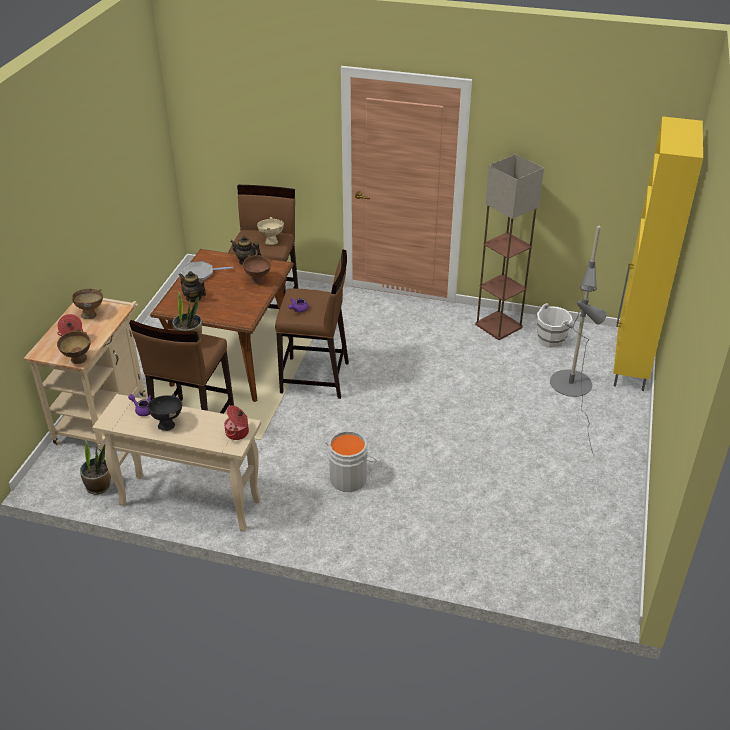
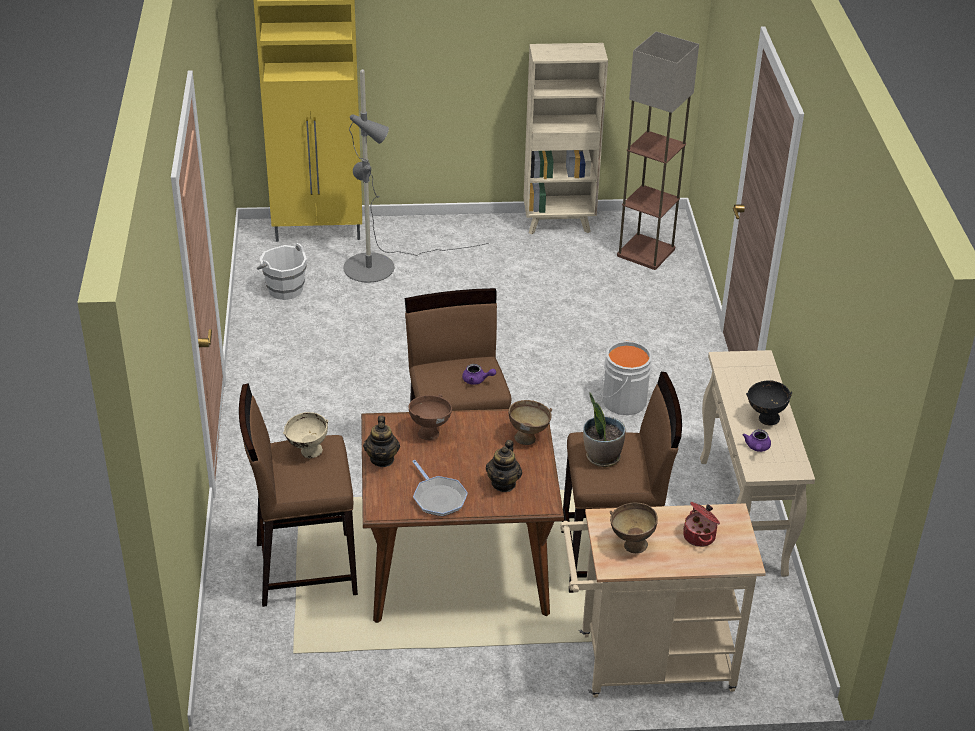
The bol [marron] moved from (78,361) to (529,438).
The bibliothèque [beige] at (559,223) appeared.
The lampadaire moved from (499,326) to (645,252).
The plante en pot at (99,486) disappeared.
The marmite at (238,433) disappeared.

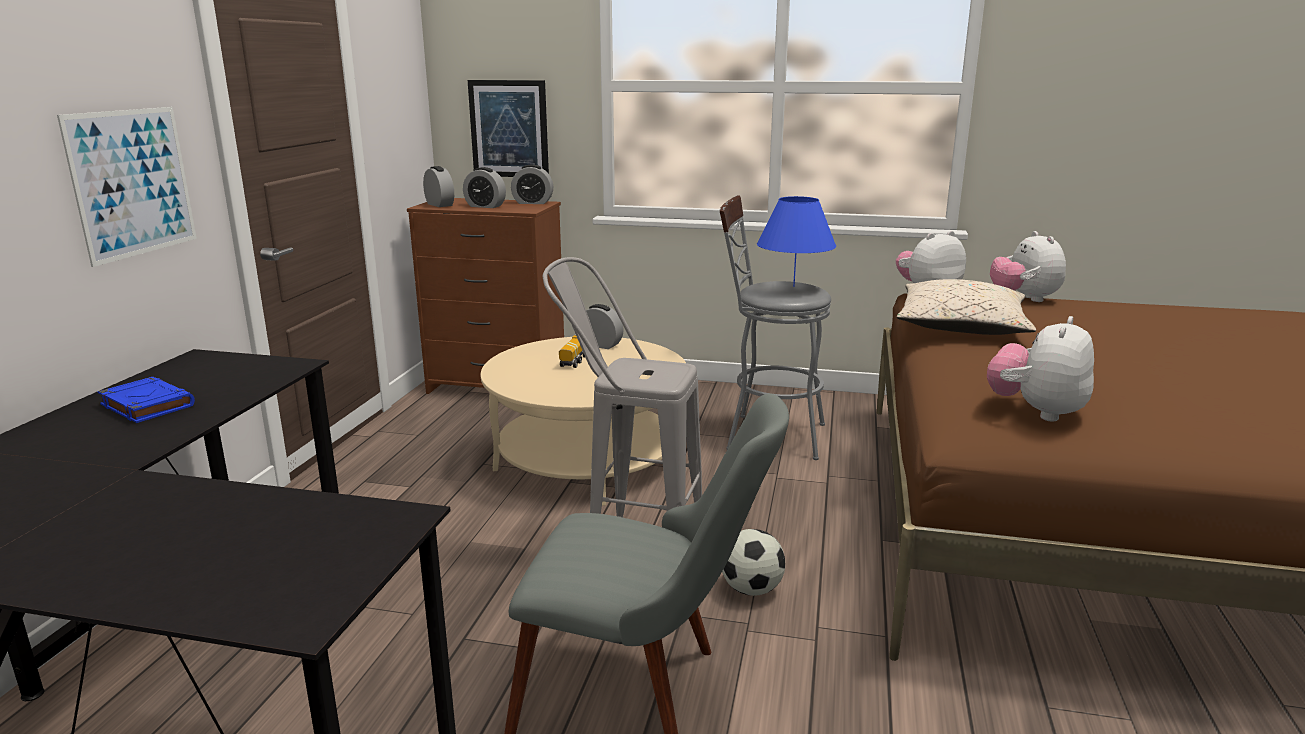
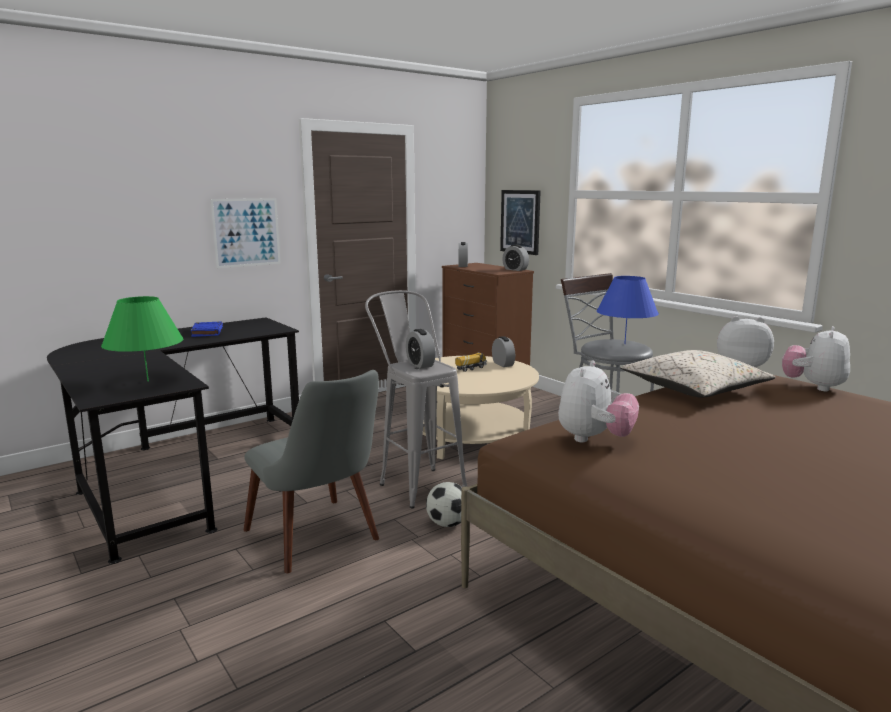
The lampe de table [vert] at (148,381) appeared.
The réveil moved from (485,206) to (420,364).
The peluche at (1036,412) turned 135 degrees clockwise.

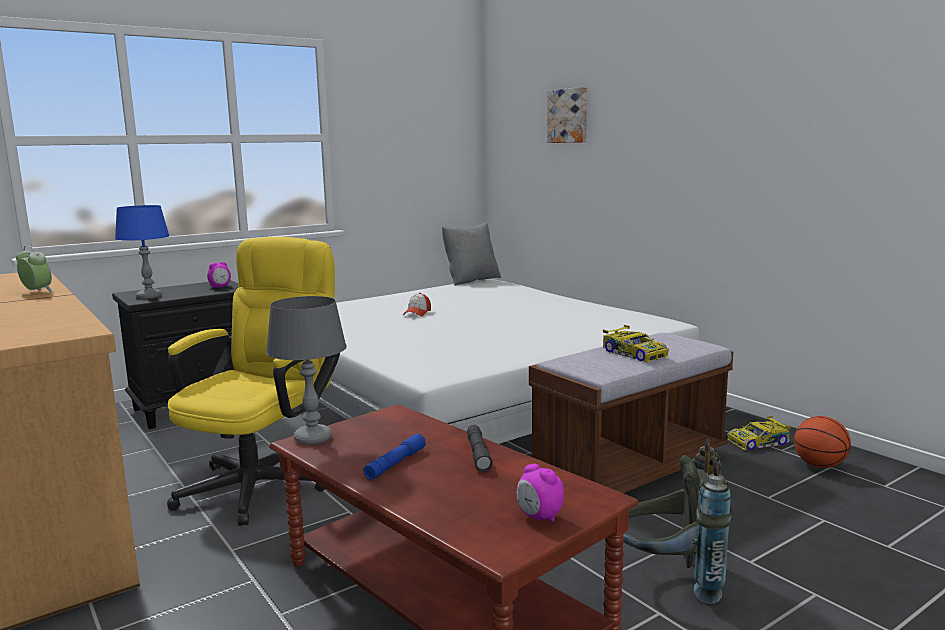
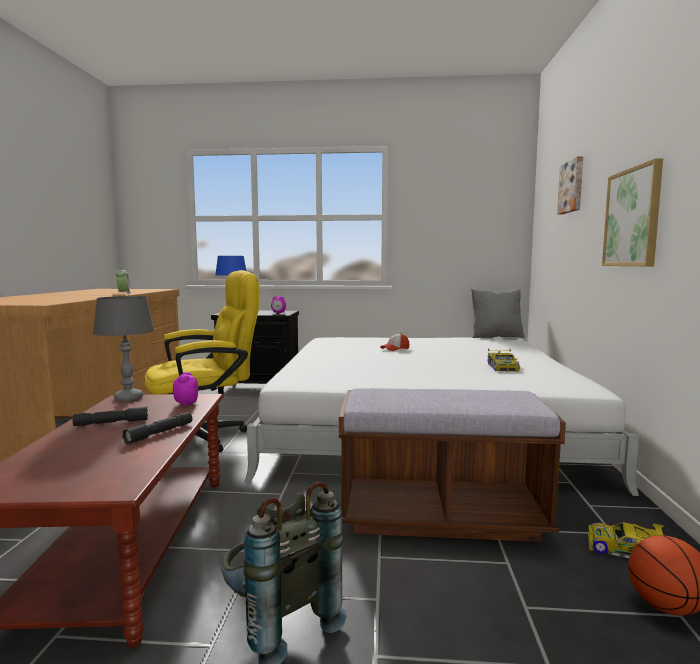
The lampe de poche [bleu] at (395,464) became the lampe de poche [gris] at (111,423).
The réveil moved from (539,517) to (186,404).
The petite voiture moved from (634,353) to (502,367).
The tableau at (633,217) appeared.

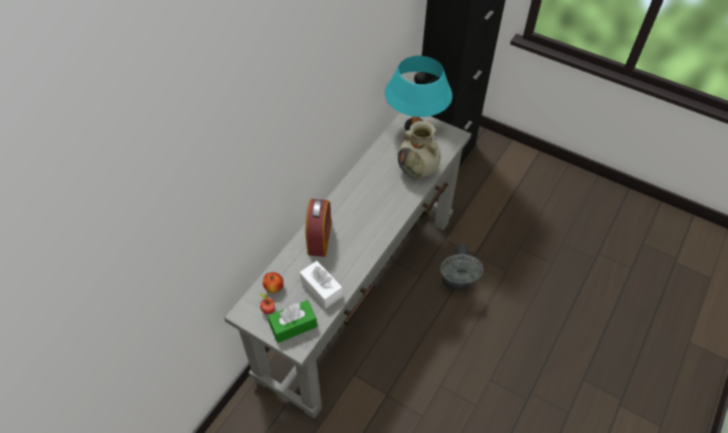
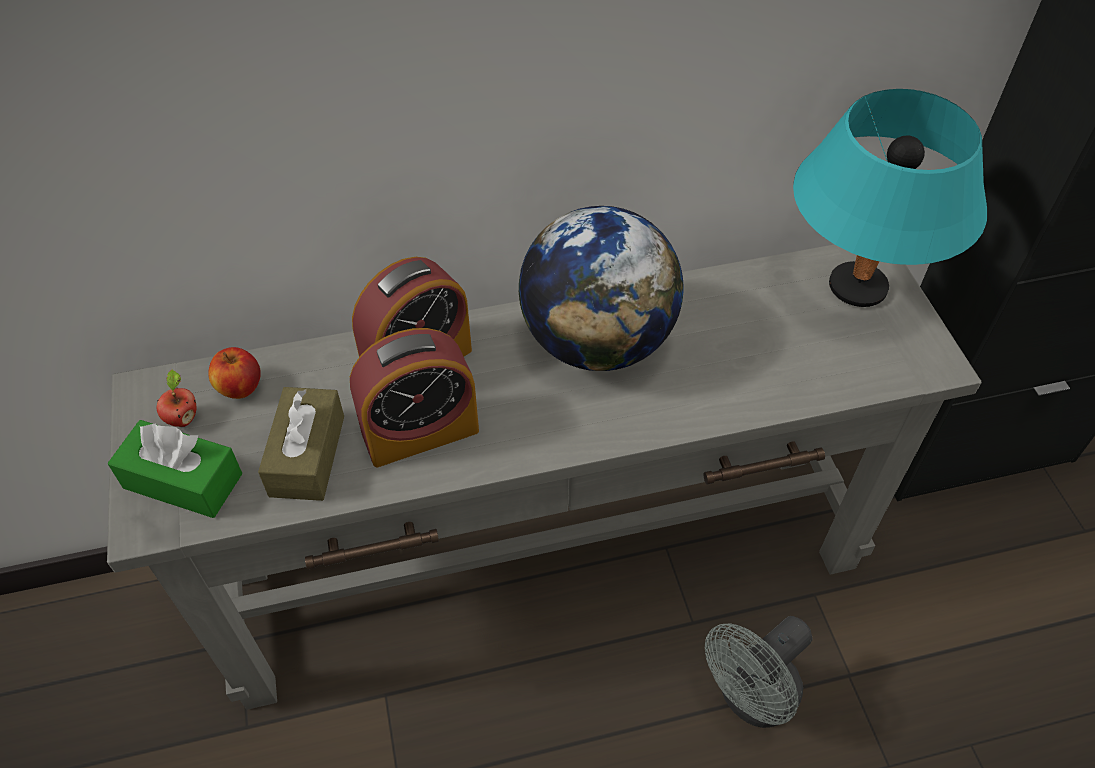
The boîte à mouchoirs [blanc] at (321,289) became the boîte à mouchoirs [marron] at (307,455).
The réveil at (420,432) appeared.
The globe at (597,342) appeared.
The vase [beige] at (418,171) disappeared.

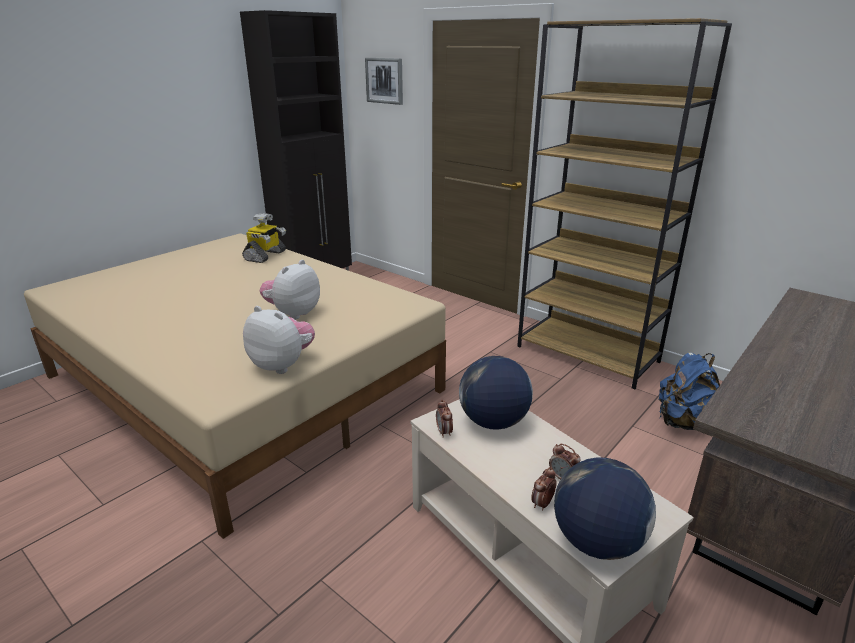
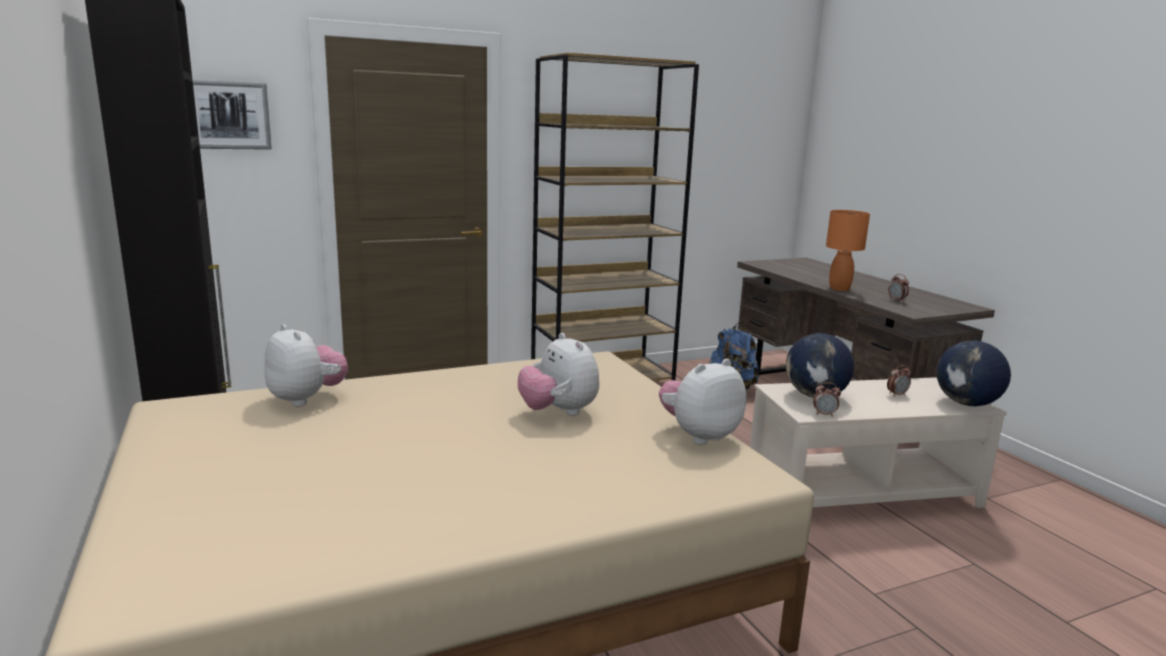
The robot jouet at (265,256) was replaced by the peluche at (307,399).
The lampe de table [orange] at (840,289) appeared.
The réveil moved from (542,504) to (896,300).

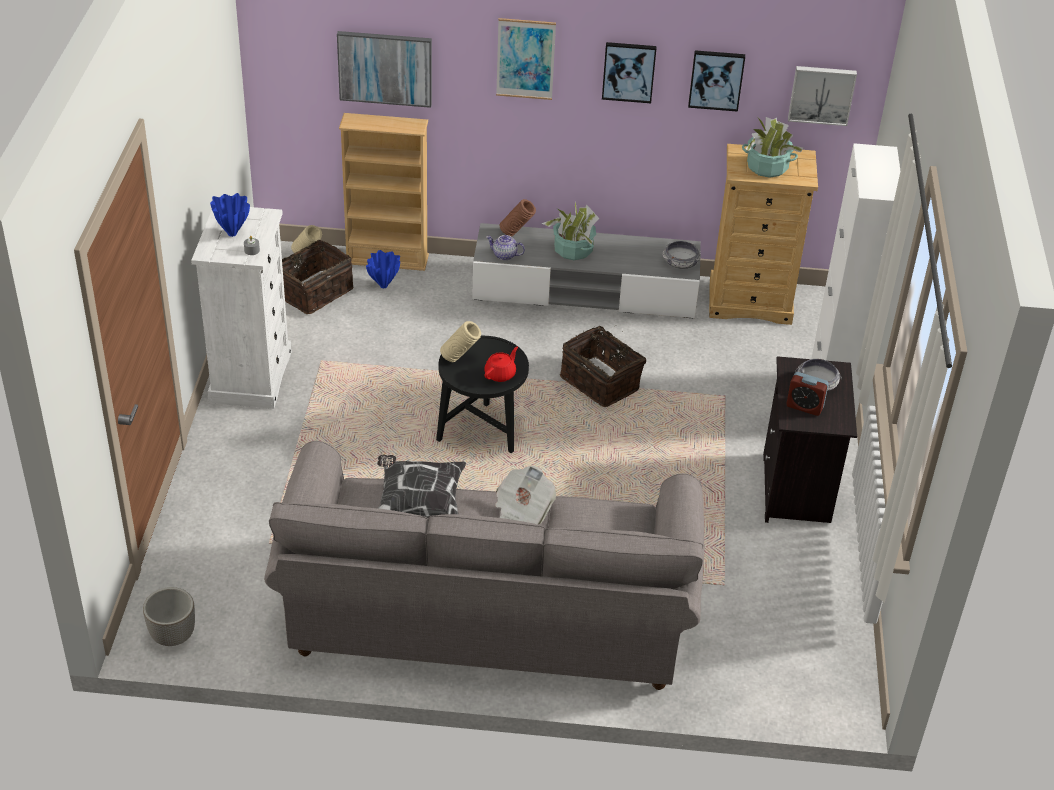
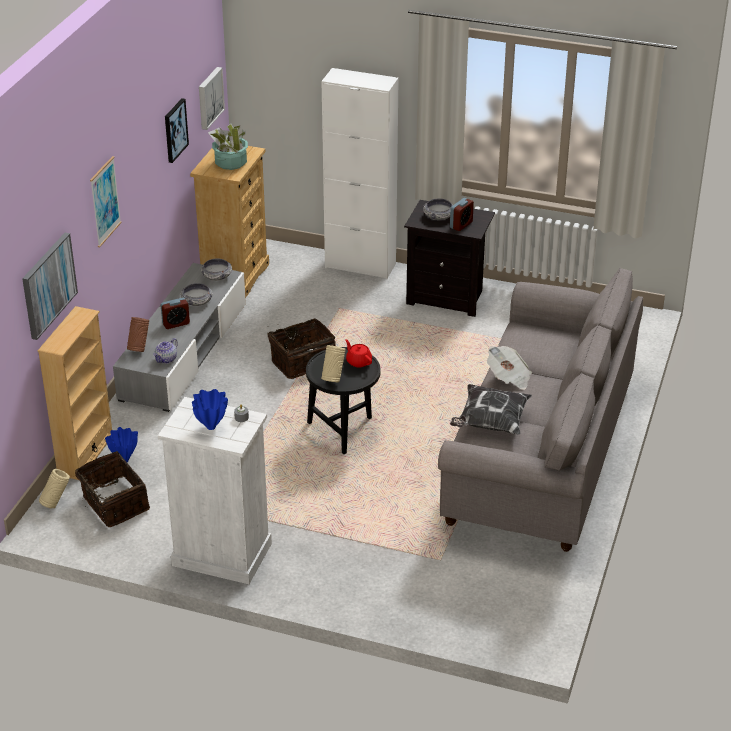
The plante en pot at (573,250) was replaced by the réveil at (176,323).
The bol at (197,301) appeared.
The cache-pot at (172,636) disappeared.
The tableau at (628,71) disappeared.

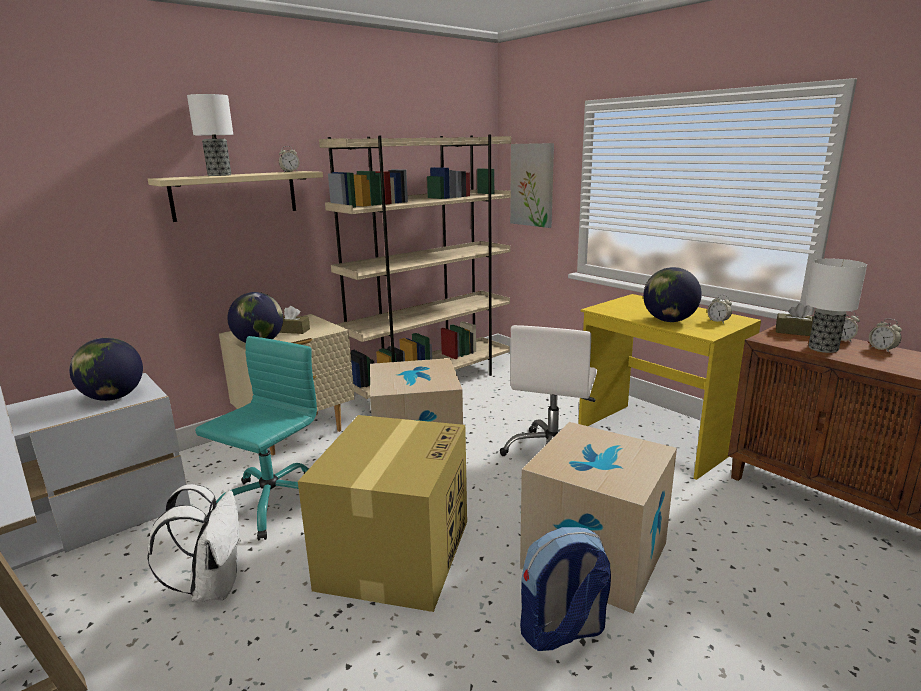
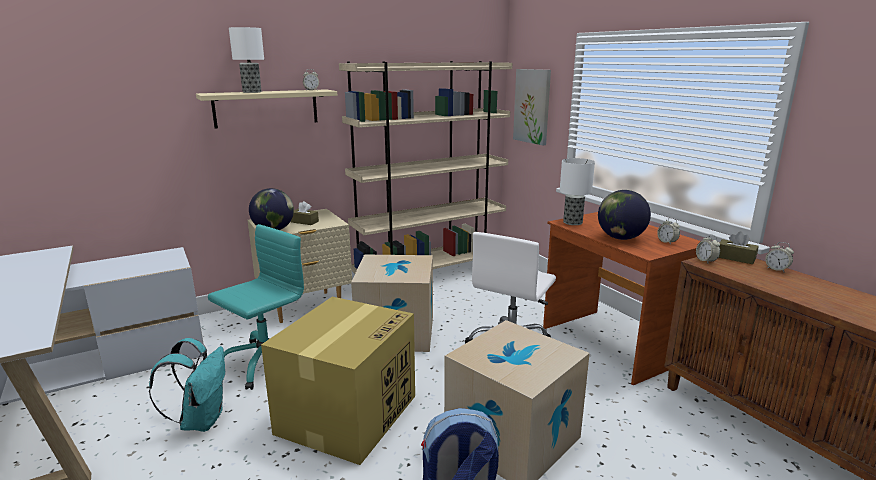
The sac à dos [blanc] at (213,586) became the sac à dos [turquoise] at (201,420).
The bureau [jaune] at (655,438) became the bureau [marron] at (610,344).
The lampe de table moved from (824,348) to (573,222).
The réveil moved from (882,349) to (706,261).
The globe at (113,397) disappeared.

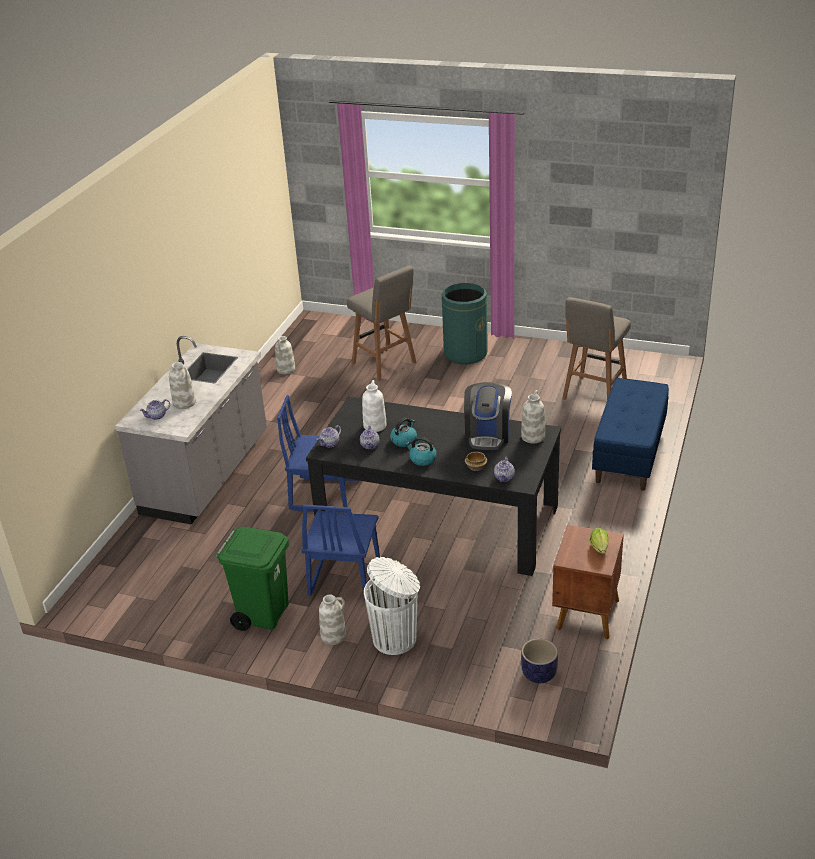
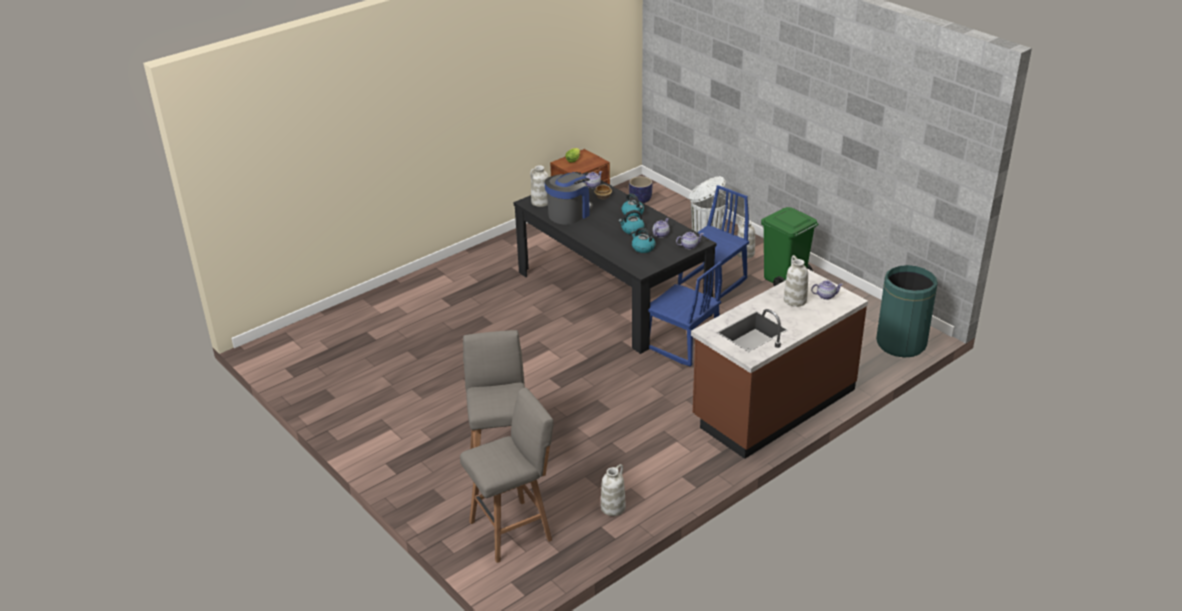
The tabouret [gris] moved from (594,394) to (513,530).
The vase [blanc] at (374,425) was replaced by the bouilloire at (642,248).
The comptoir de cuisine [gris] at (207,474) became the comptoir de cuisine [marron] at (773,404).
The poubelle [vert] moved from (465,354) to (901,343).
The banc [bleu] at (630,455) disappeared.

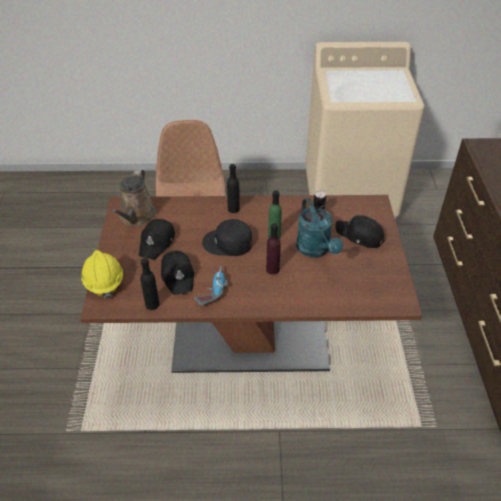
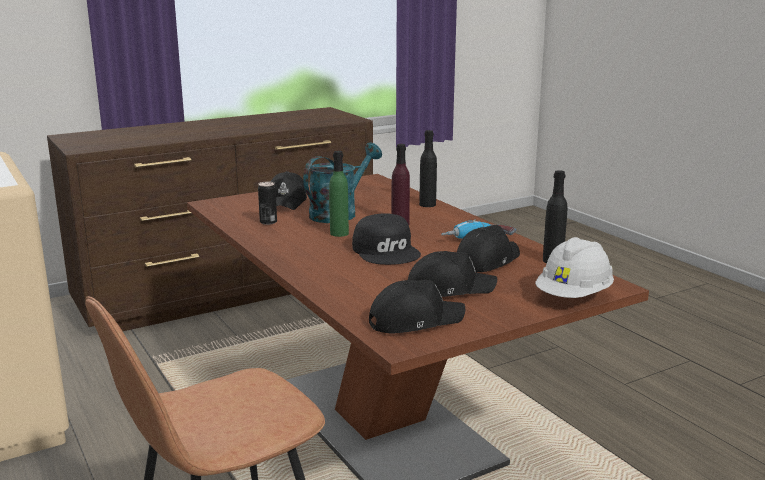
The arrosoir [marron] at (136,216) was replaced by the casquette [noir] at (414,320).
The bouteille [noir] moved from (233,209) to (427,204).
The casque de chantier [jaune] at (103,282) became the casque de chantier [blanc] at (574,297).

